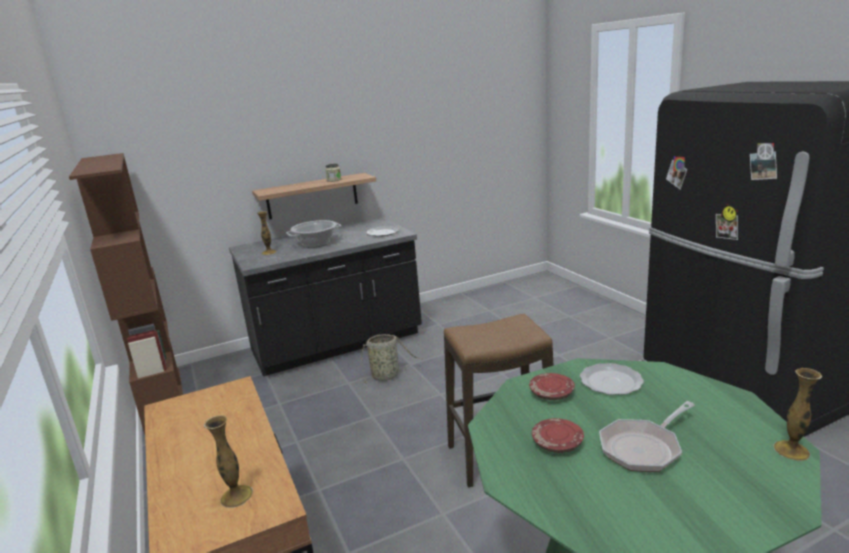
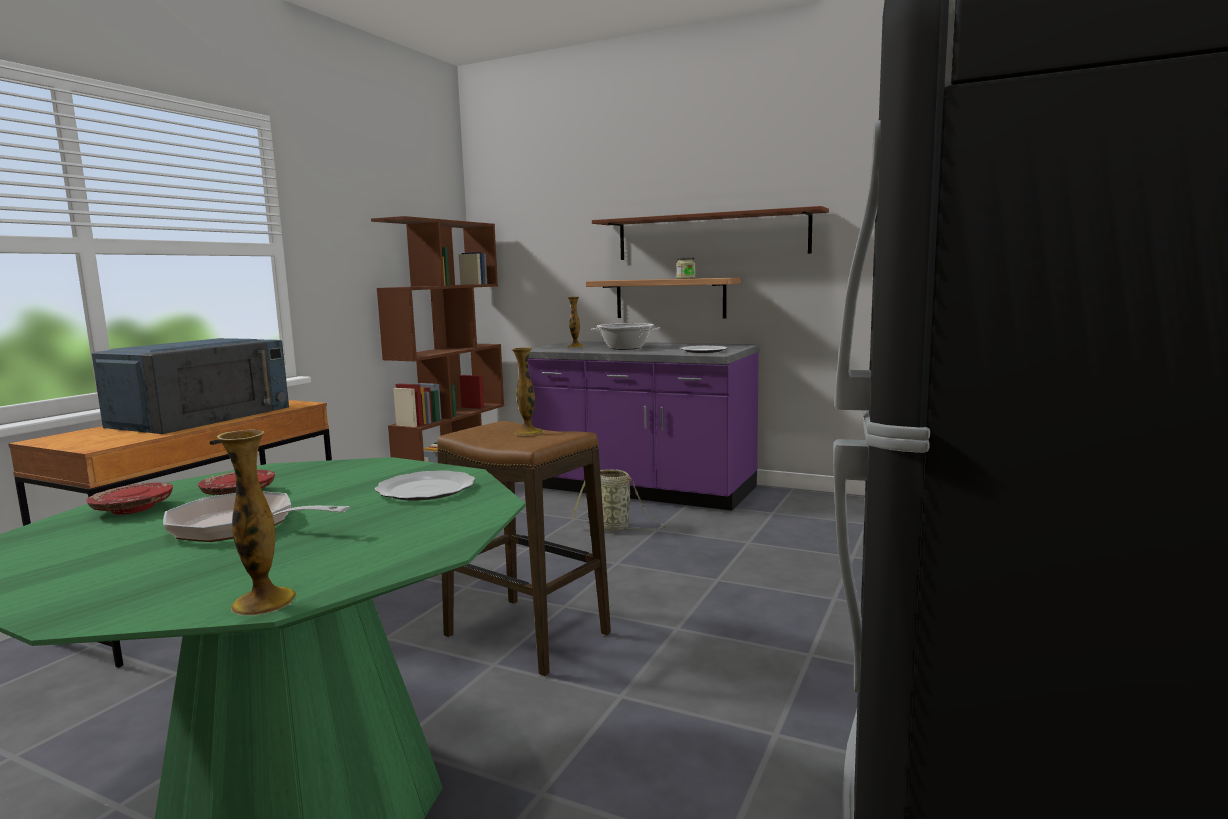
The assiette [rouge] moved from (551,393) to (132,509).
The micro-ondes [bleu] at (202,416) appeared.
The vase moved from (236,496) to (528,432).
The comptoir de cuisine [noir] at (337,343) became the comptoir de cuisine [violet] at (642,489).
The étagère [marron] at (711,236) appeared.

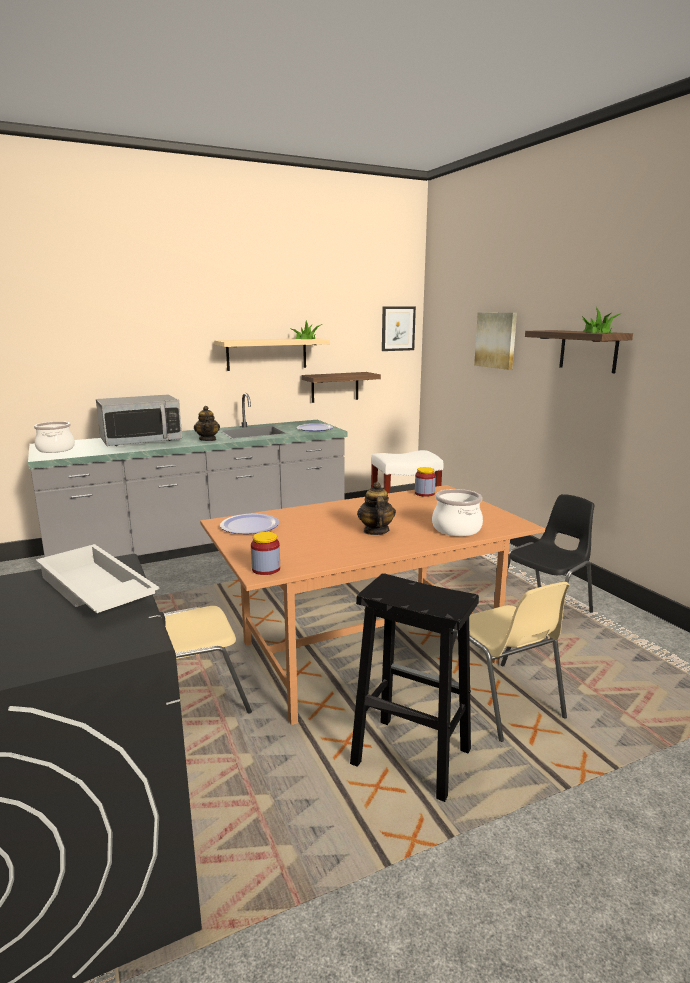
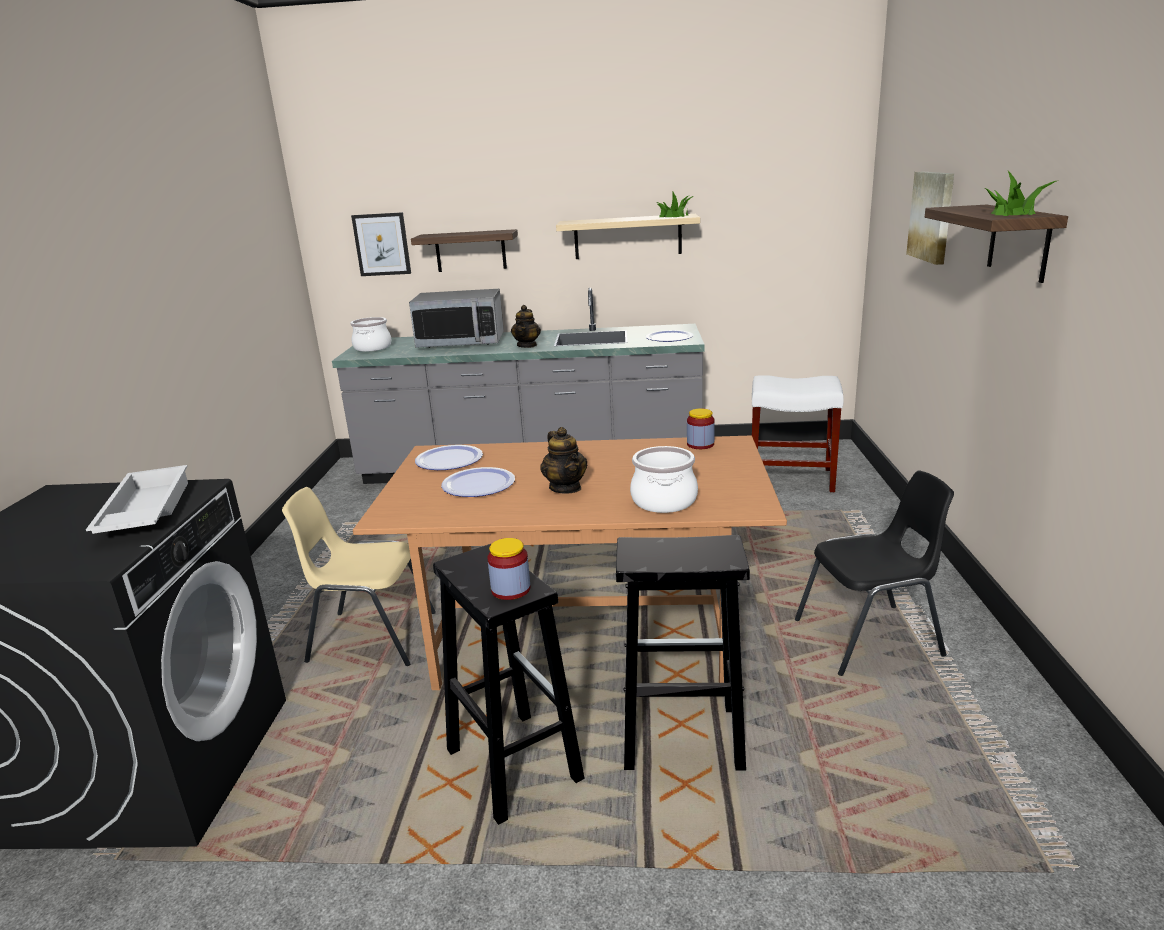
The tableau moved from (398,328) to (382,244).
The étagère moved from (335,387) to (470,251).
The assiette at (479,484) appeared.
The bocal moved from (266,569) to (511,589).
The théière at (375,531) turned 135 degrees clockwise.
The chaise [beige] at (501,702) was replaced by the tabouret [noir] at (679,738).

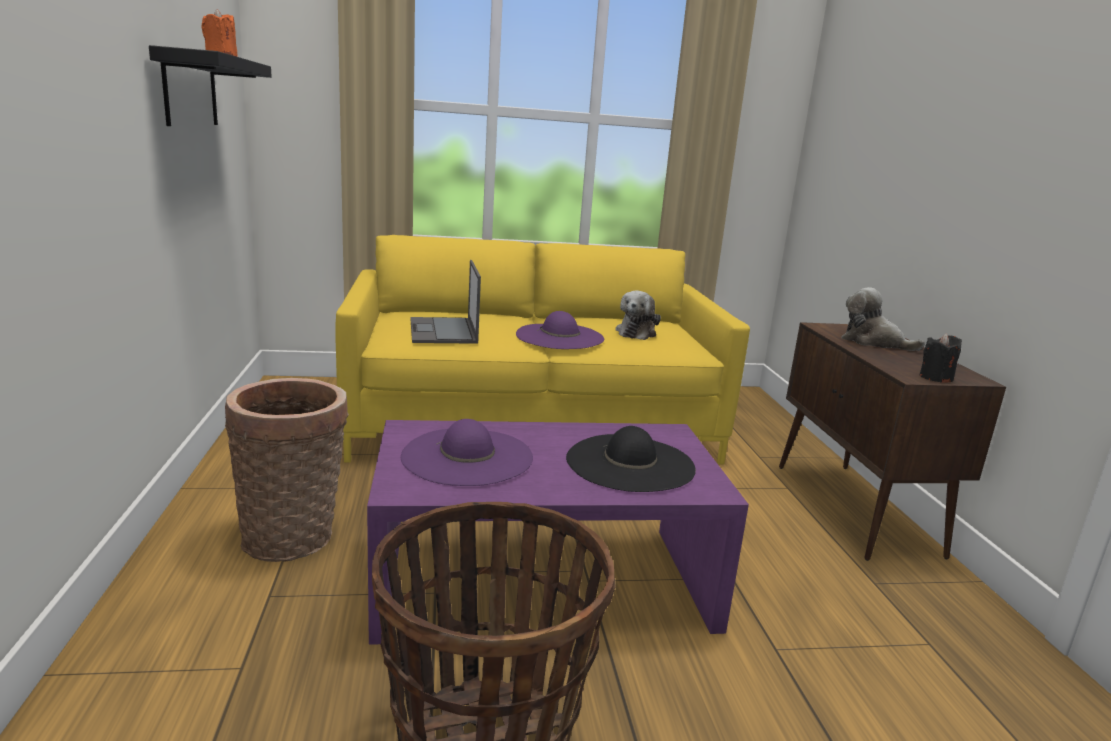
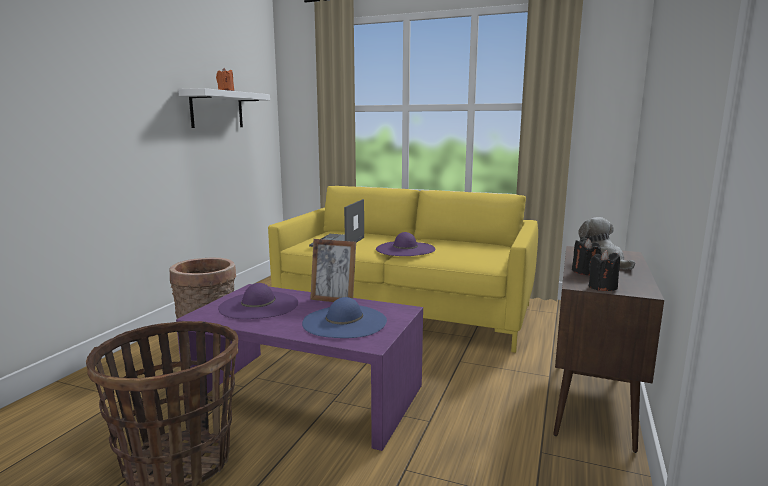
The étagère [noir] at (190,90) became the étagère [blanc] at (217,110).
The chapeau [noir] at (630,463) became the chapeau [bleu] at (344,322).
The cadre photo at (333,299) appeared.
The bougie [noir] at (584,272) appeared.
The peluche at (637,332) disappeared.

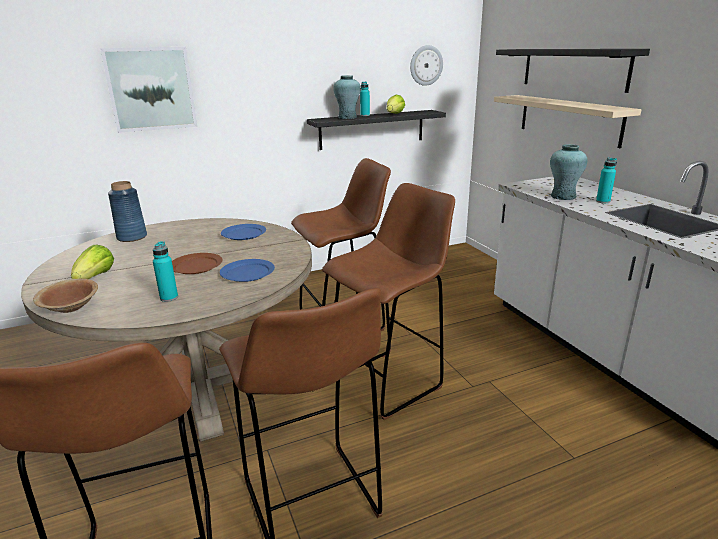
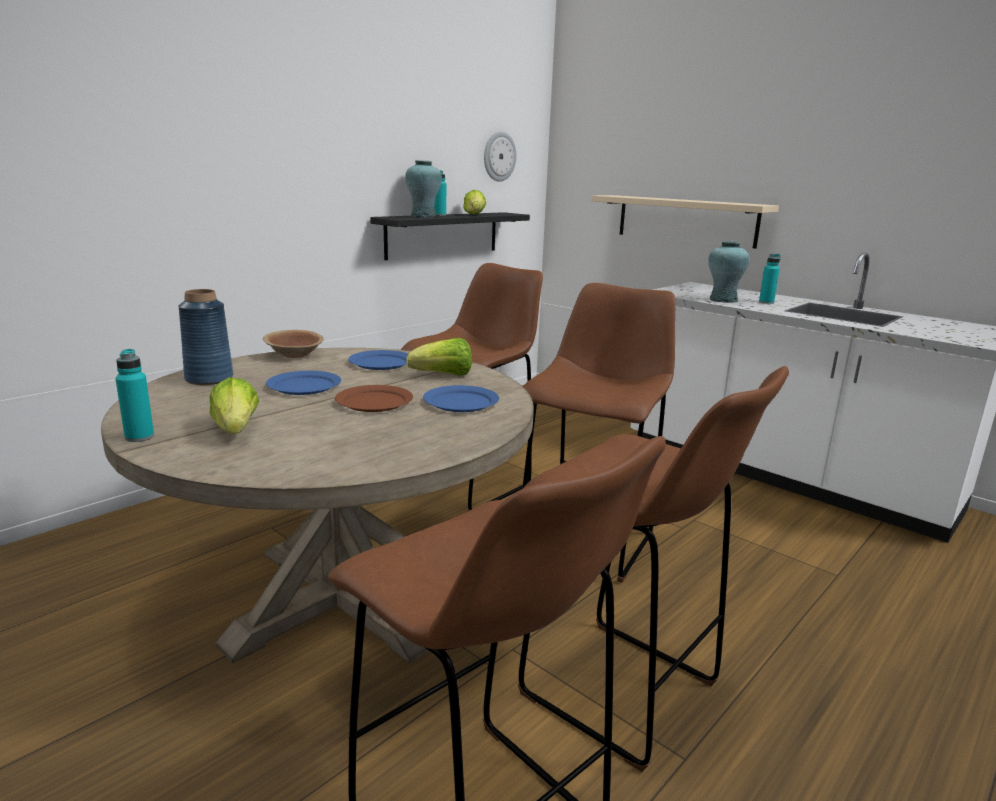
The bouteille [turquoise] moved from (169,297) to (139,437).
The bol [marron] moved from (70,307) to (294,355).
The assiette [bleu] at (304,386) appeared.
The laitue at (443,375) appeared.
The tableau at (151,89) disappeared.
The étagère [noir] at (573,68) disappeared.

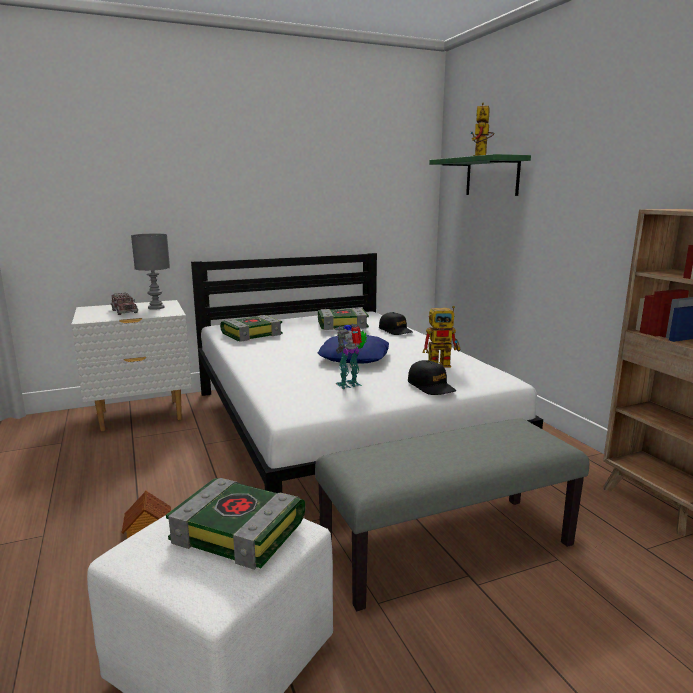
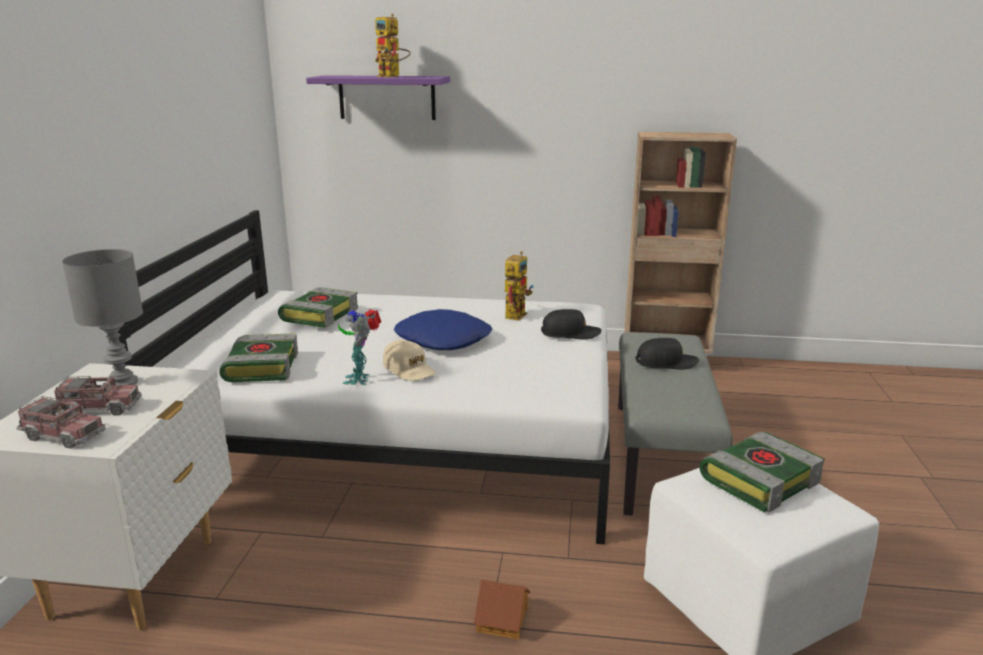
The camion jouet at (63,435) appeared.
The étagère [vert] at (492,176) became the étagère [violet] at (387,97).
The robot jouet moved from (350,385) to (360,379).
The casquette [beige] at (409,369) appeared.
The casquette [noir] moved from (395,330) to (666,363).

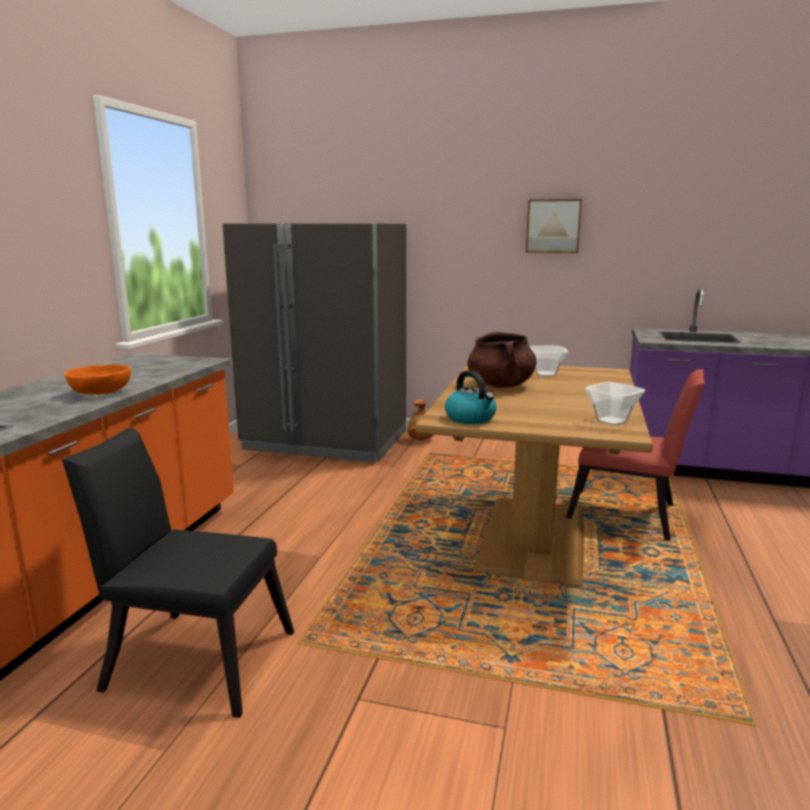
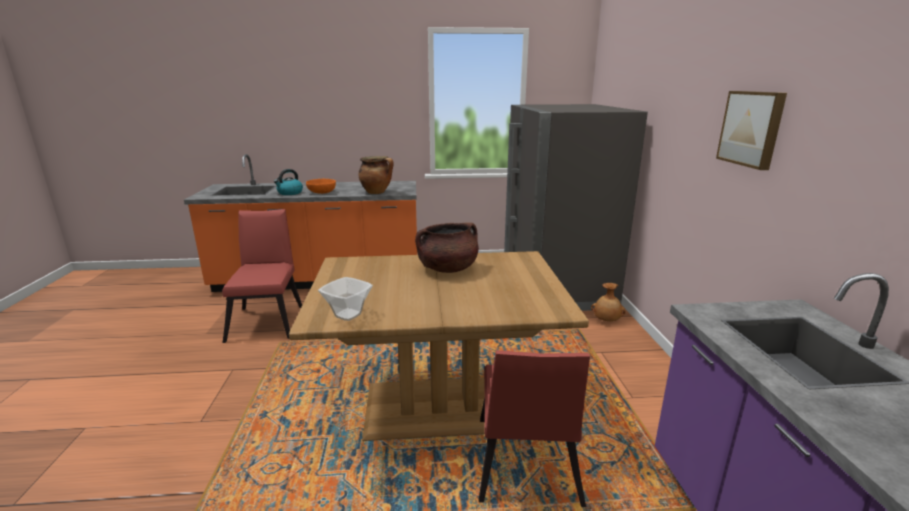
The chaise [noir] at (192,657) became the chaise [rouge] at (268,320).
The bouilloire moved from (471,418) to (290,193).
The marmite at (377,192) appeared.
The bol at (546,374) disappeared.

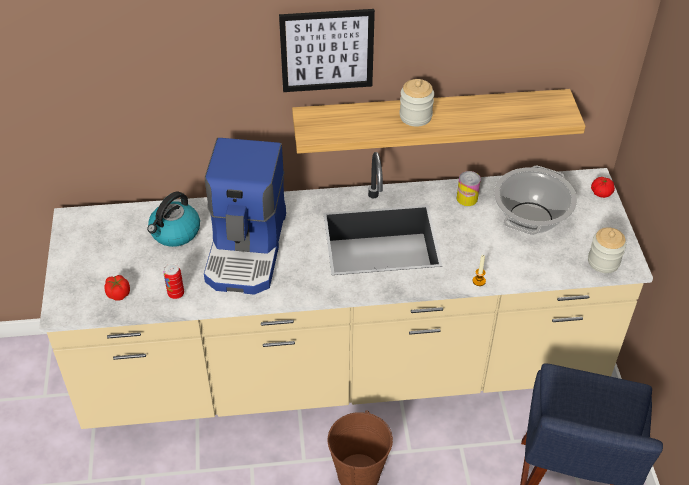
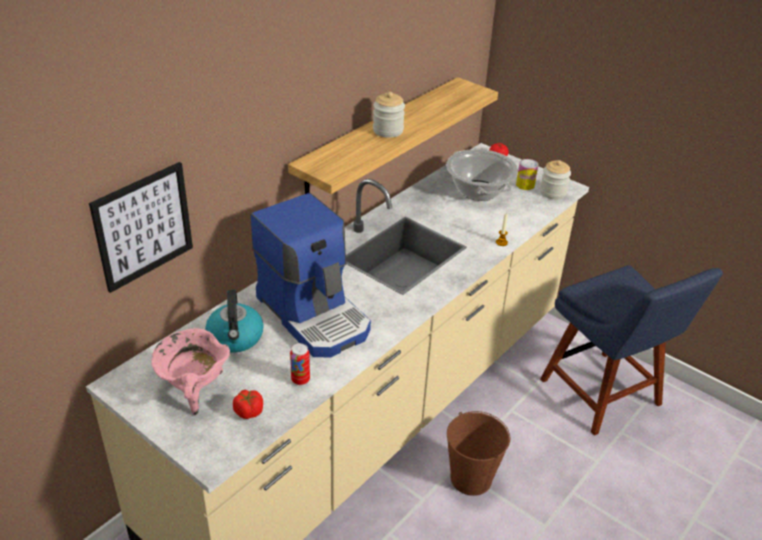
The tableau moved from (327,50) to (143,226).
The marmite [rose] at (194,391) appeared.
The boîte métallique moved from (467,198) to (525,185).

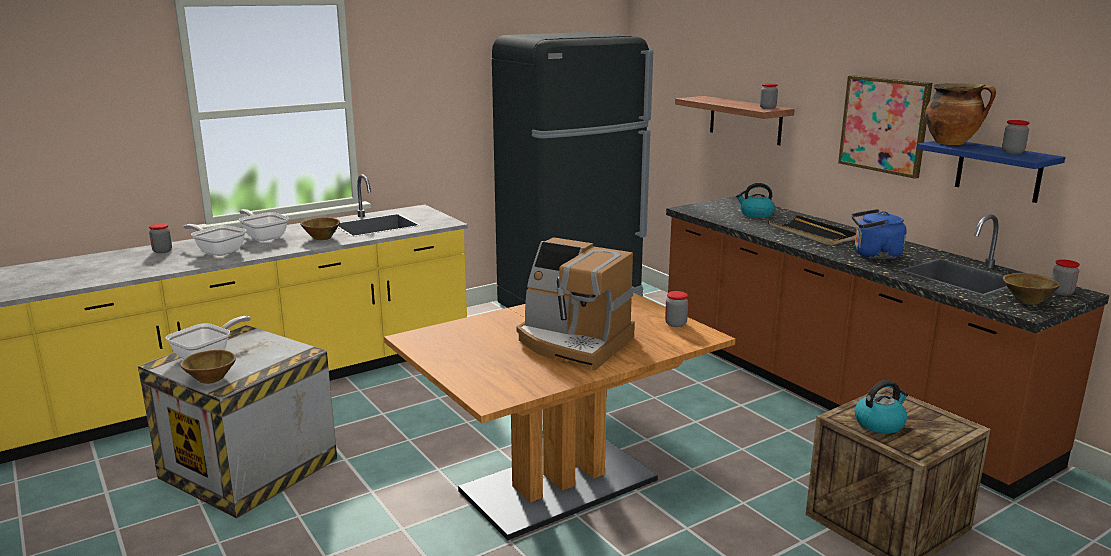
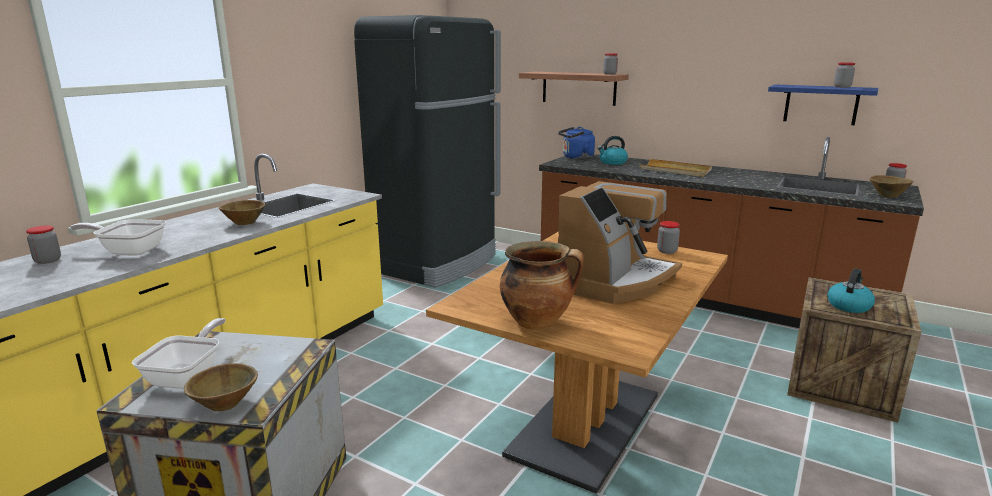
The marmite moved from (952,143) to (538,322).
The bouilloire [bleu] moved from (874,255) to (576,157).
The machine à café at (573,343) turned 60 degrees counterclockwise.
The plateau [noir] at (812,234) became the plateau [beige] at (675,170).
The poêle at (264,237) disappeared.
The tableau at (884,125) disappeared.

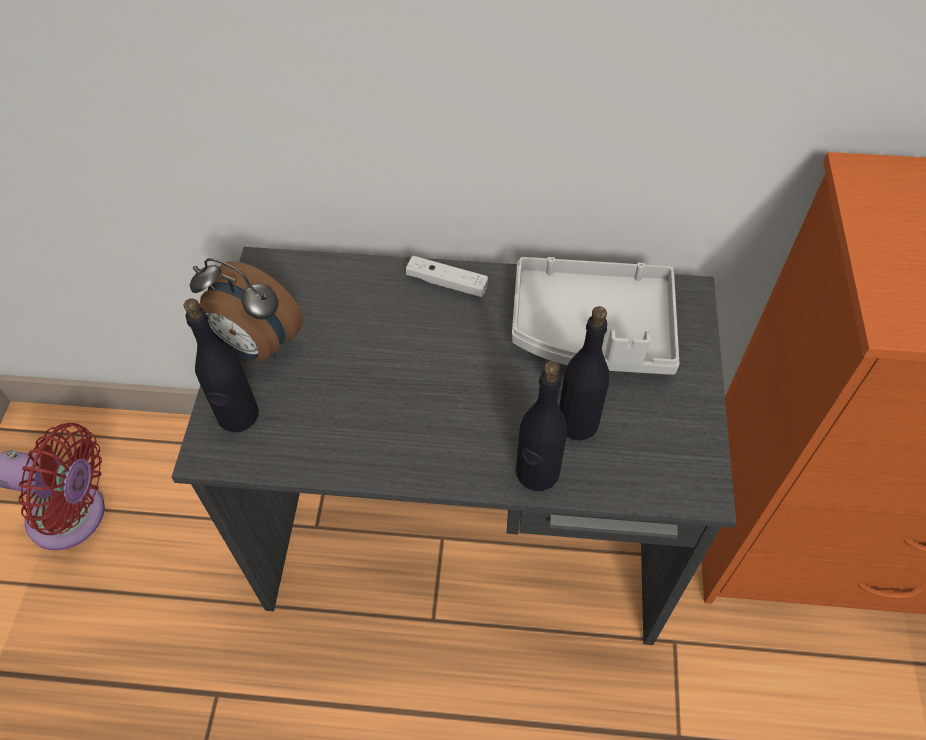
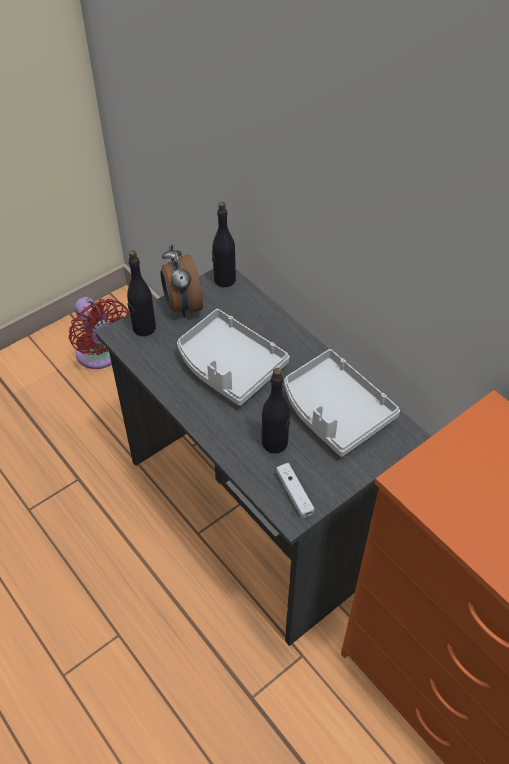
The plateau [gris] at (229,366) appeared.
The bouteille [noir] moved from (537,473) to (224,280).
The manette [blanc] moved from (447,283) to (294,494).

